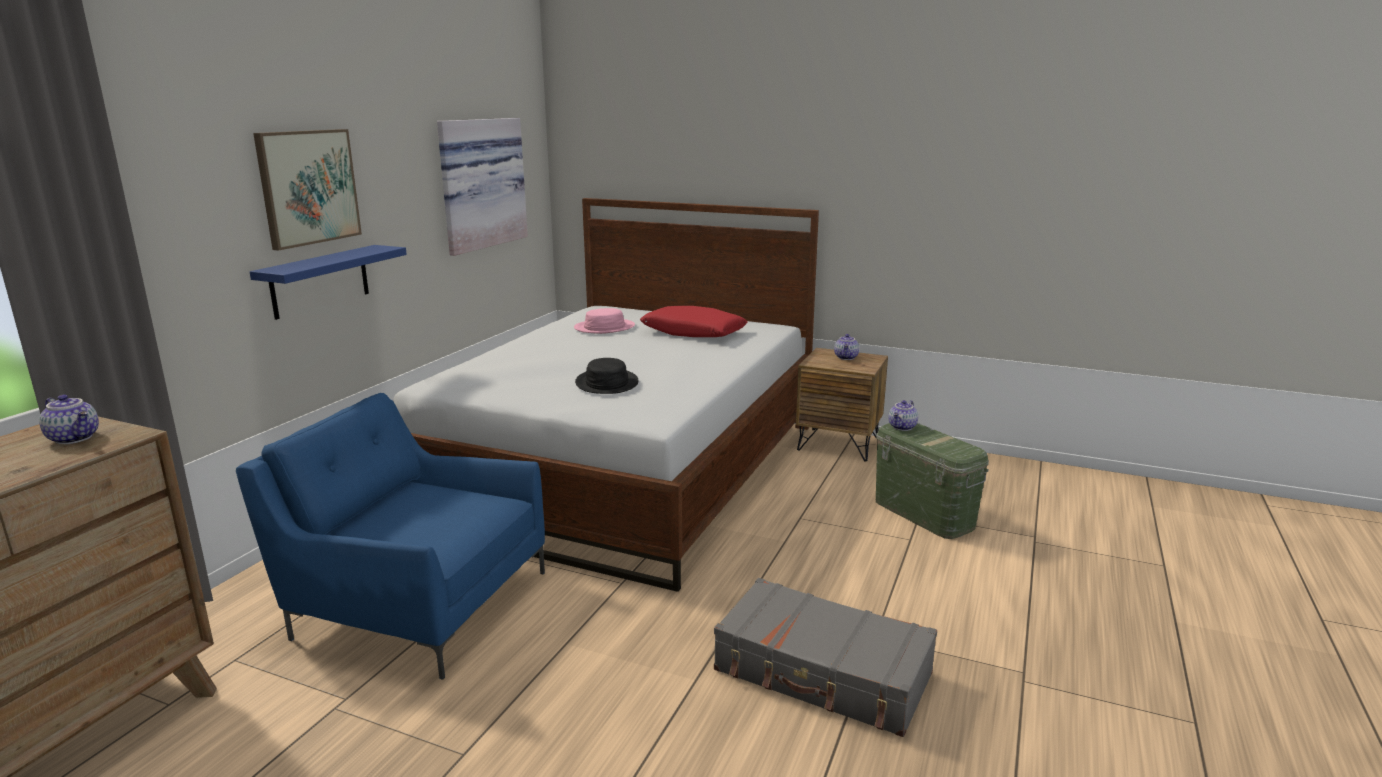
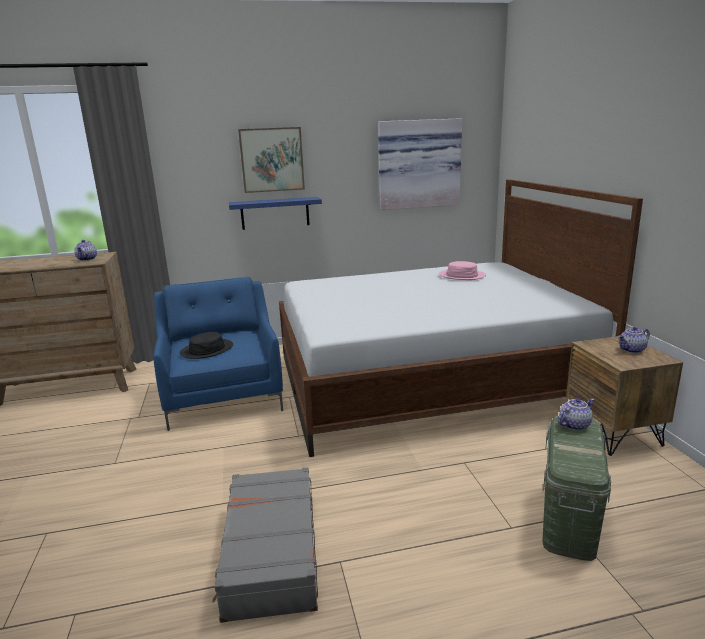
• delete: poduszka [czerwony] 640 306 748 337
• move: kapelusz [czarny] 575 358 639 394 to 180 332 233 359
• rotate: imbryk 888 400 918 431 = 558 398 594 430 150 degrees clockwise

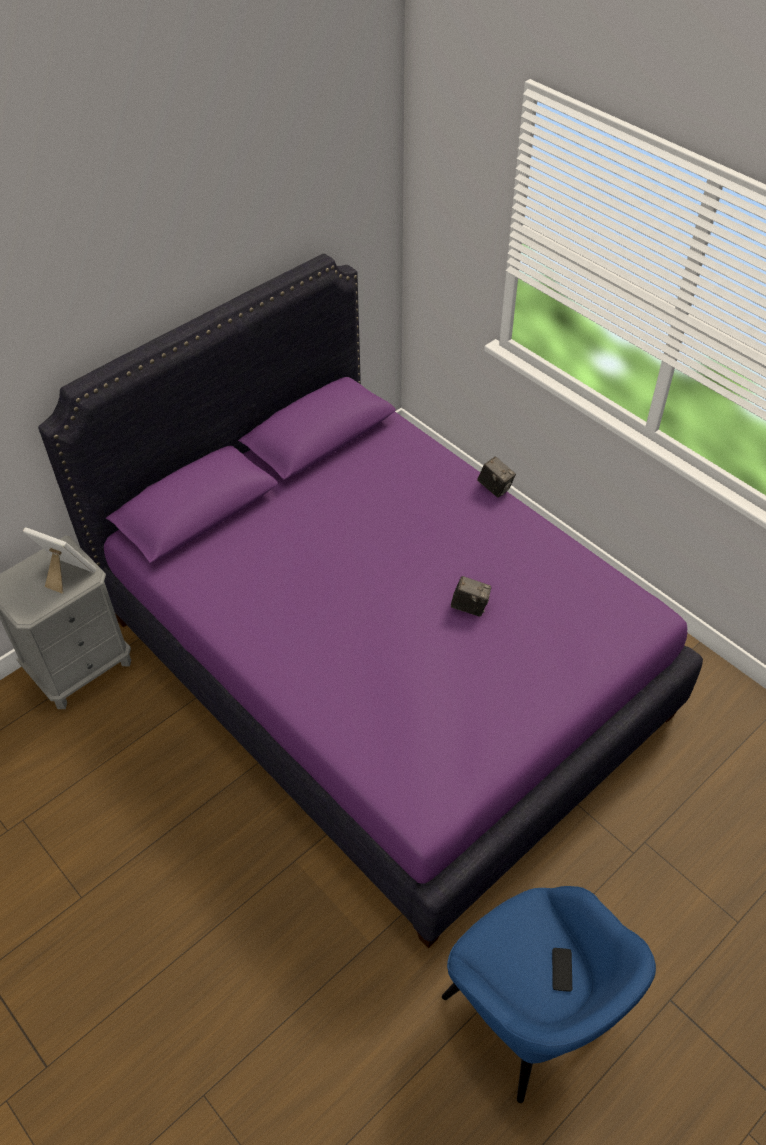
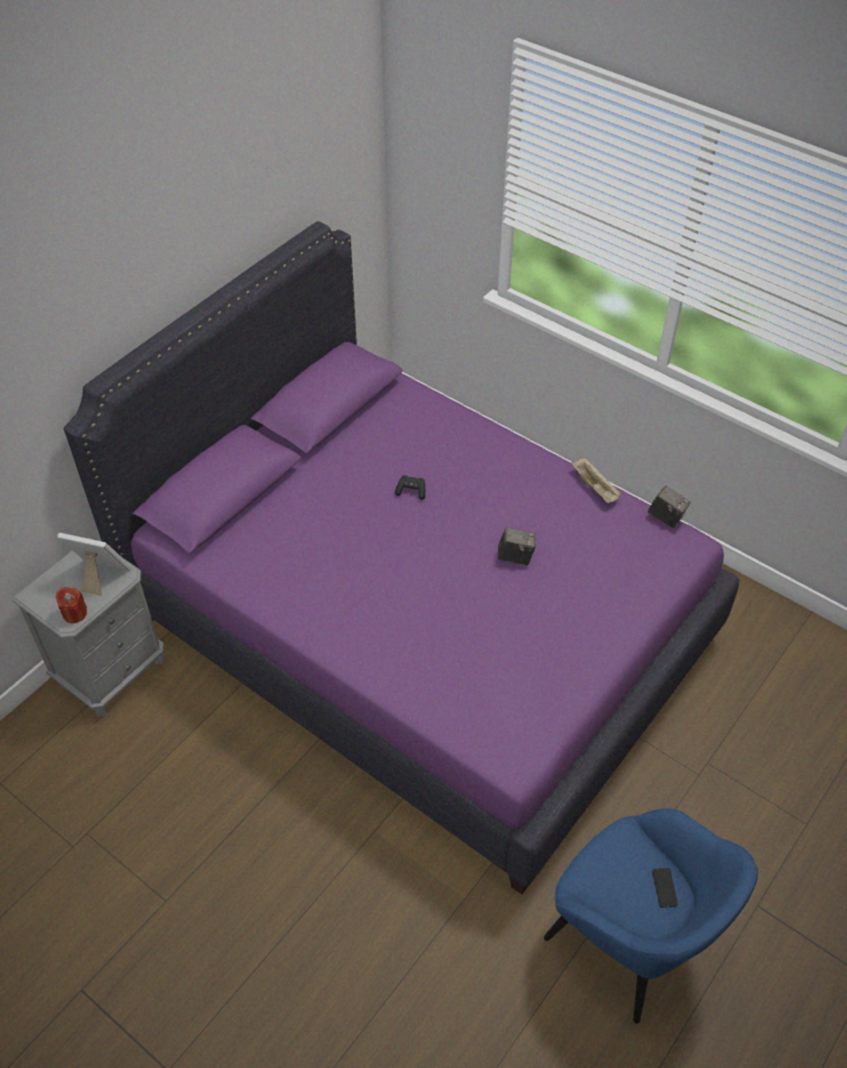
• move: aparat fotograficzny 477 457 516 498 to 648 486 691 528
• insert: taca [beżowy] 571 457 621 503
• insert: pad do gier [czarny] 395 475 425 500
• insert: świeca [czerwony] 56 587 87 623

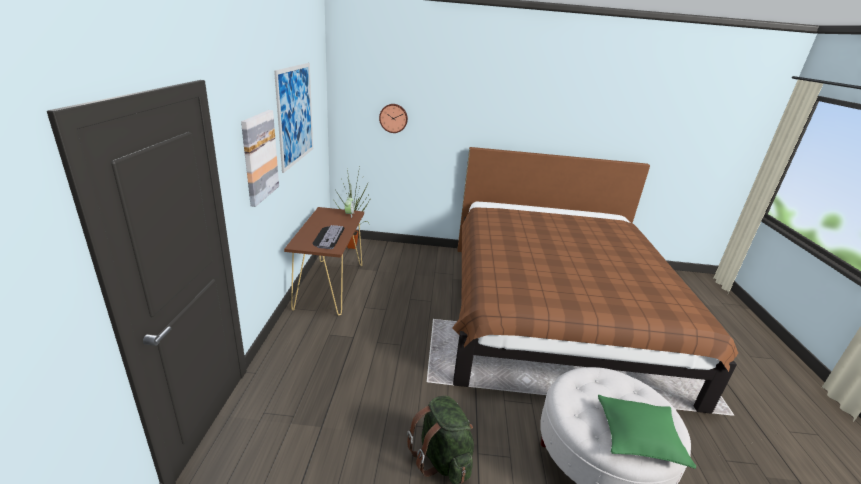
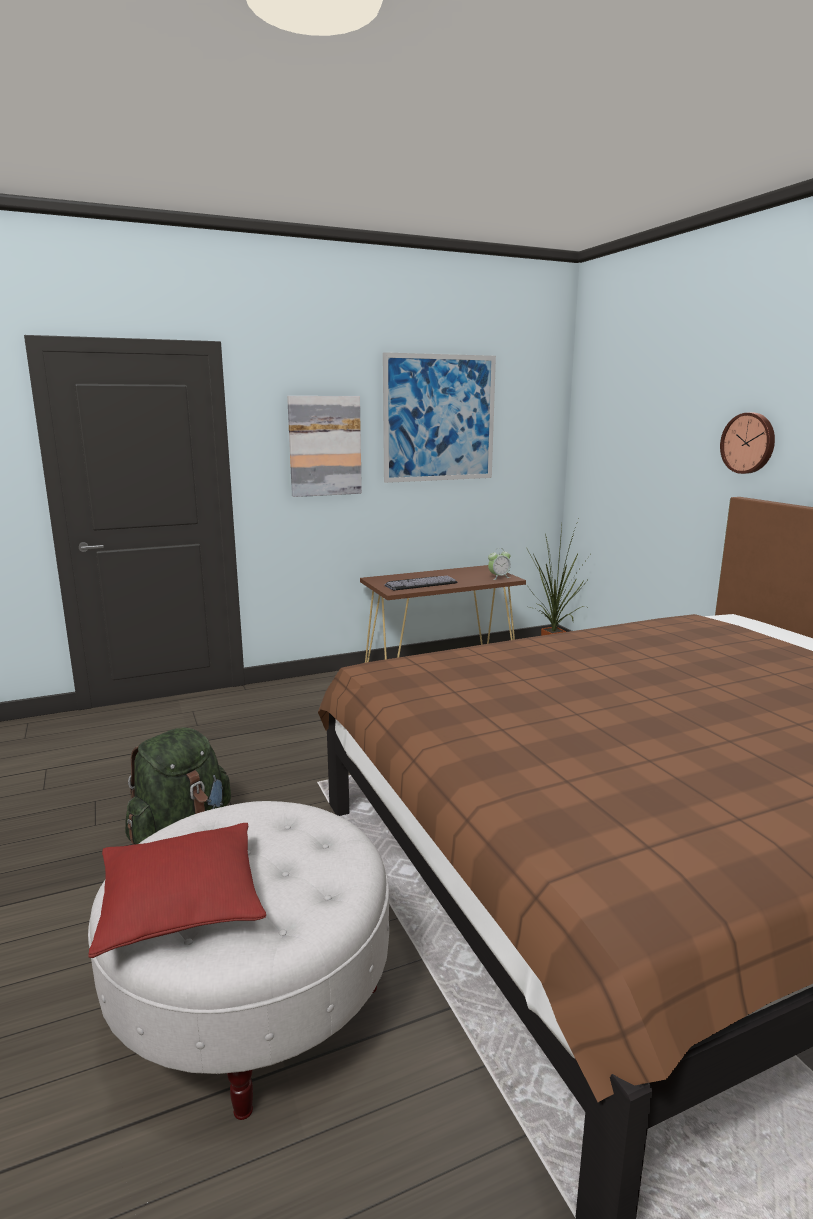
• move: zegar ścienny 379 104 408 133 to 720 413 775 474
• recolor: poduszka [zielony] 598 395 696 469 to poduszka [czerwony] 88 823 266 958

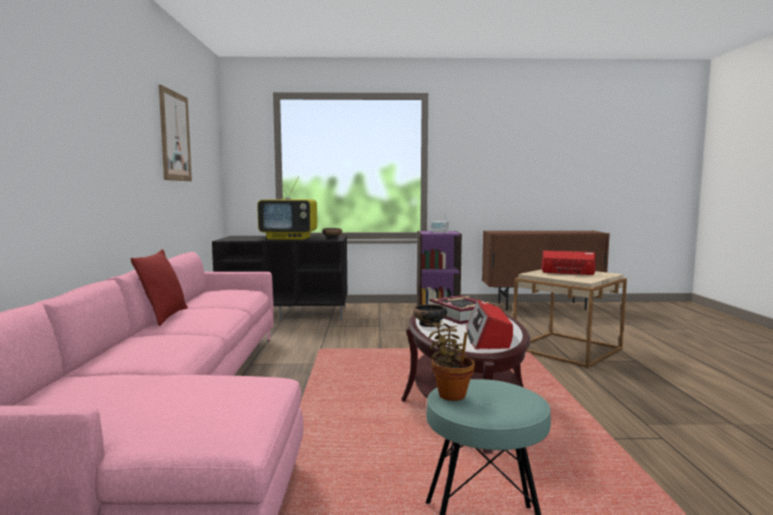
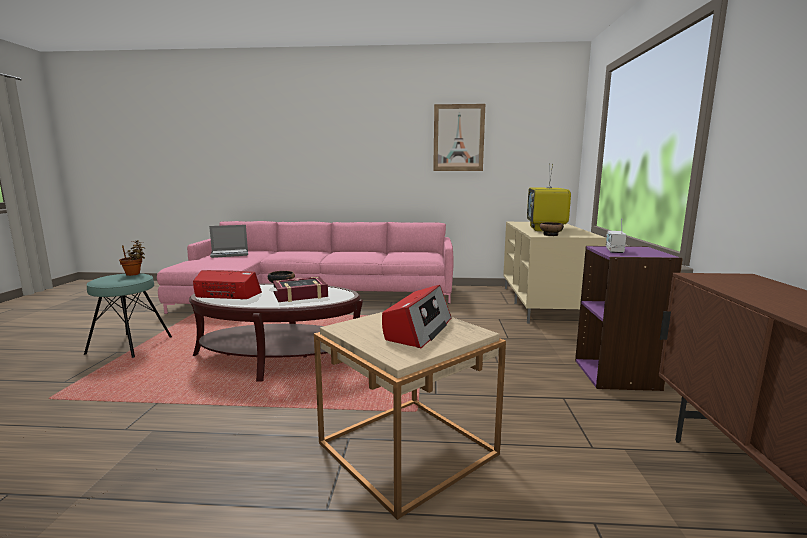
• recolor: szafka pod telewizor [czarny] 212 236 347 321 to szafka pod telewizor [beżowy] 503 222 606 324
• delete: poduszka [czerwony] 131 249 188 326
• insert: laptop 209 225 248 258

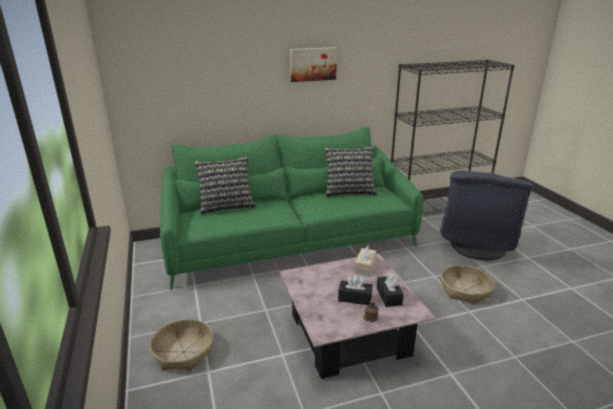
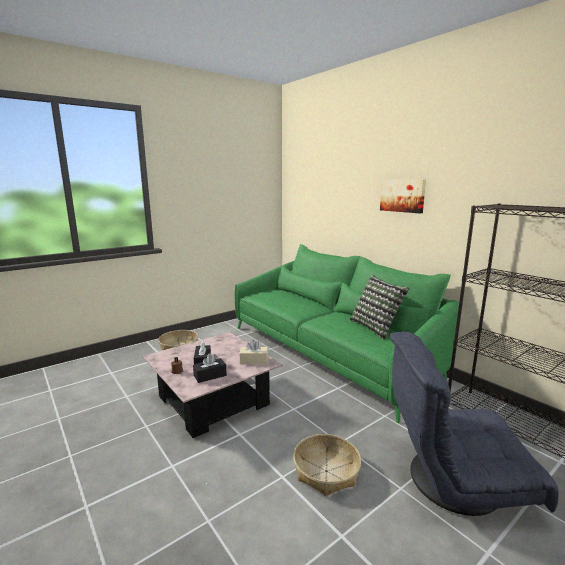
• delete: poduszka 195 156 256 215

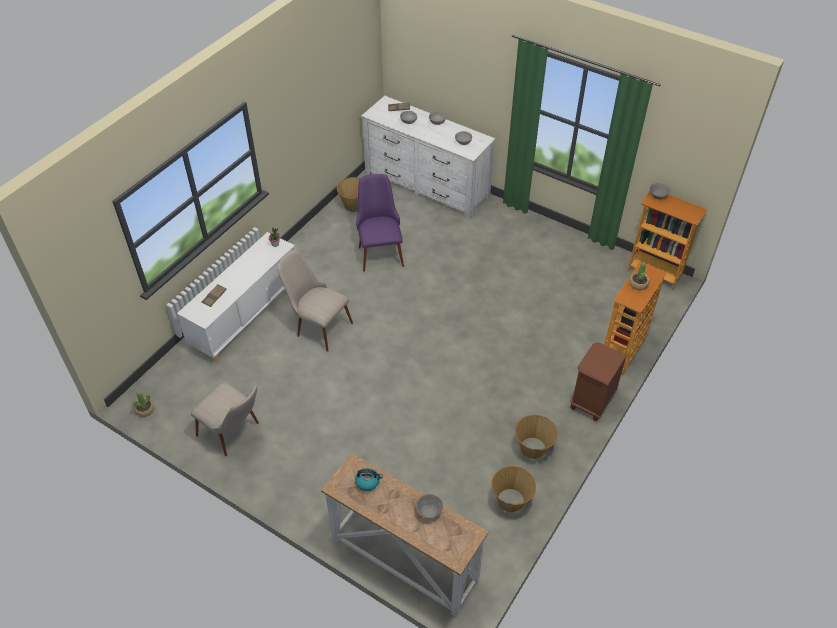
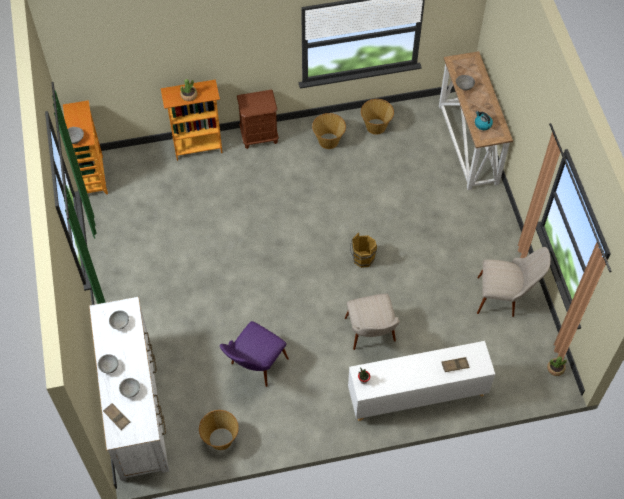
• rotate: krzesło [beżowy] 190 382 259 456 = 477 247 551 317 105 degrees clockwise
• insert: wiadro [brązowy] 350 232 377 268

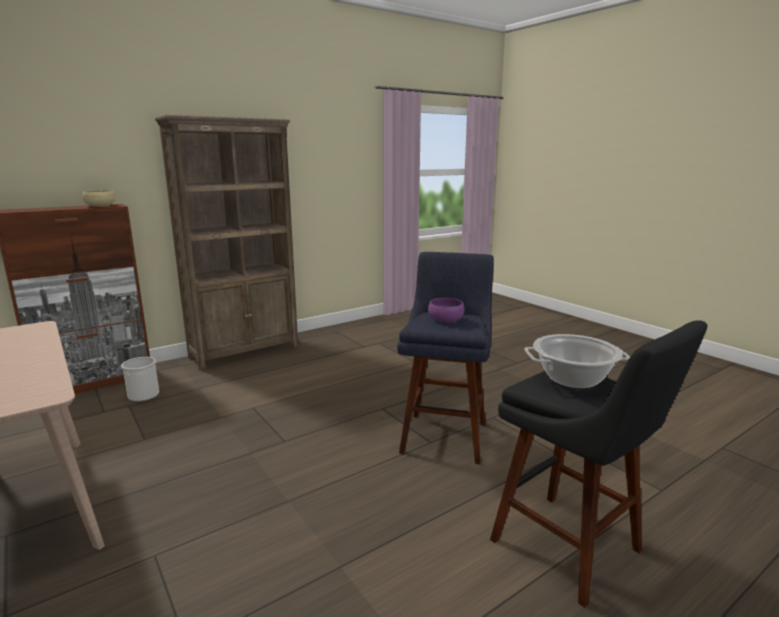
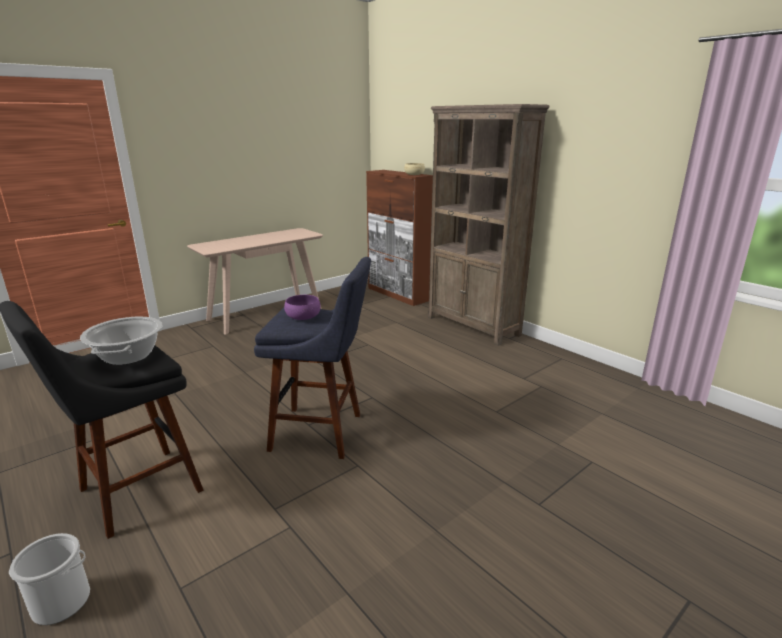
• move: wiadro 121 357 159 402 to 9 533 90 625

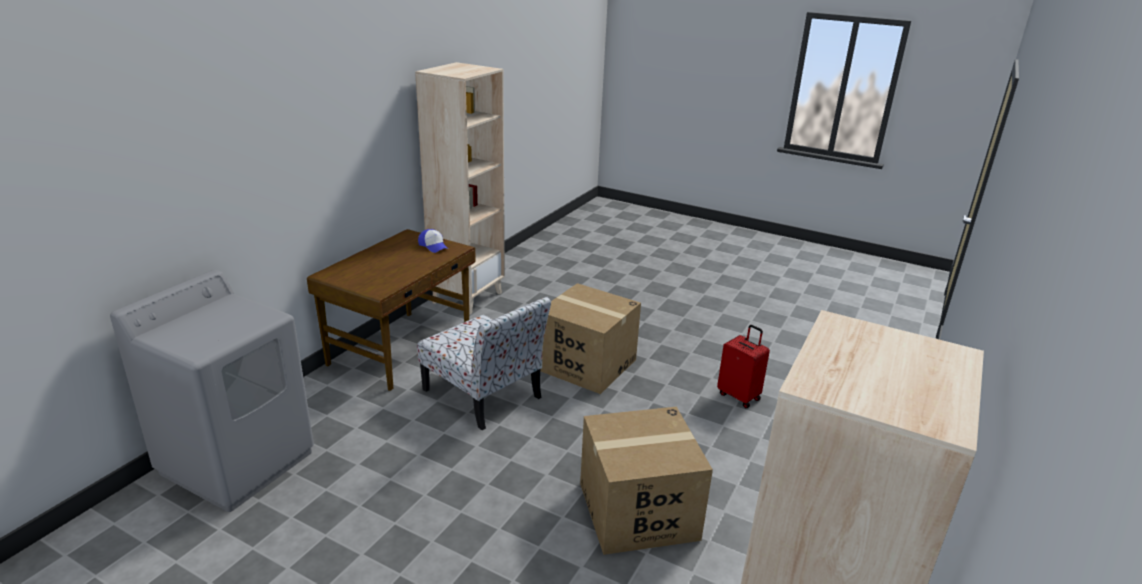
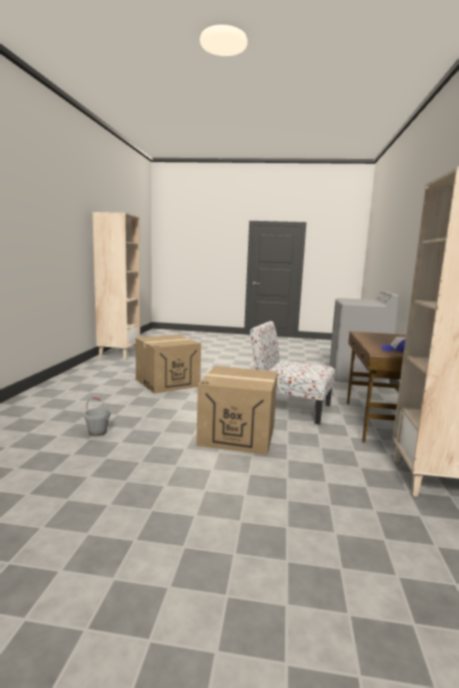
• replace: walizka [czerwony] 717 325 770 408 to wiadro [szary] 84 397 110 436

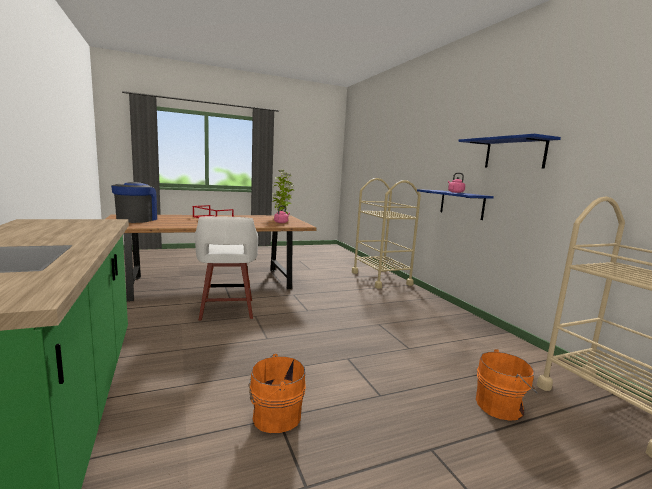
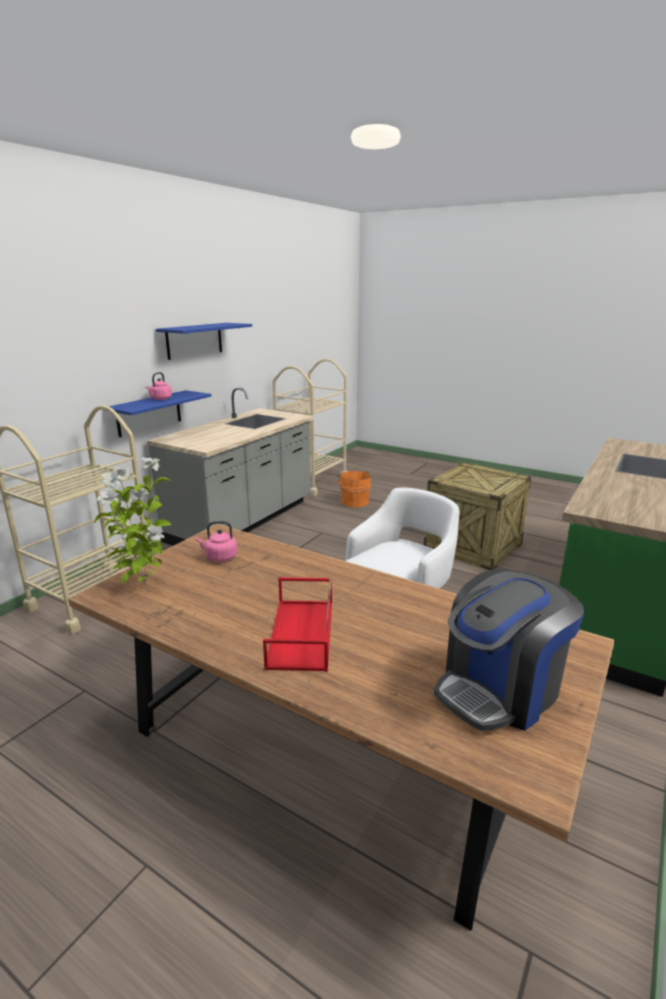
• replace: wiadro [pomarańczowy] 249 353 306 433 to skrzynka 424 462 532 570
• insert: zabudowa kuchenna [szary] 147 387 314 546

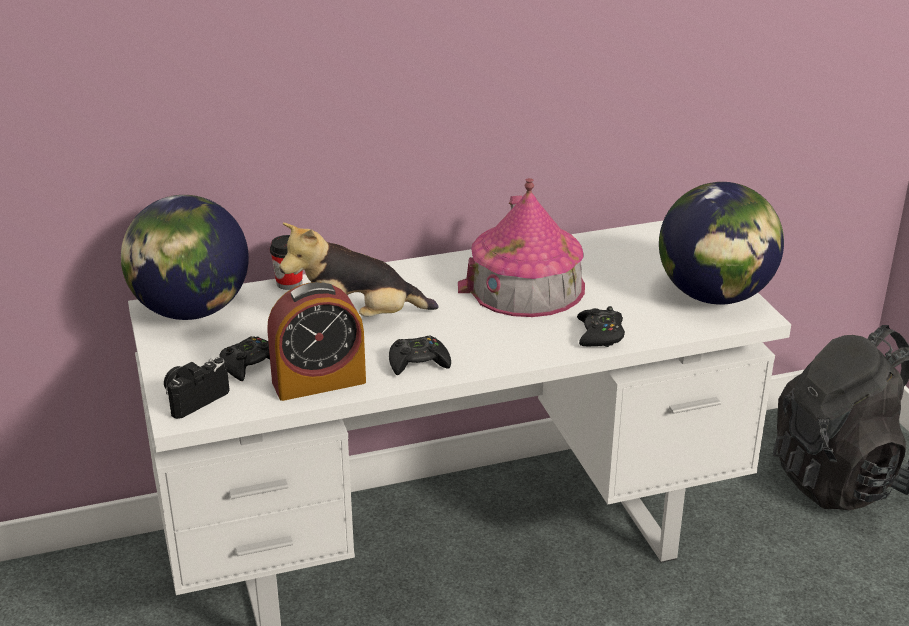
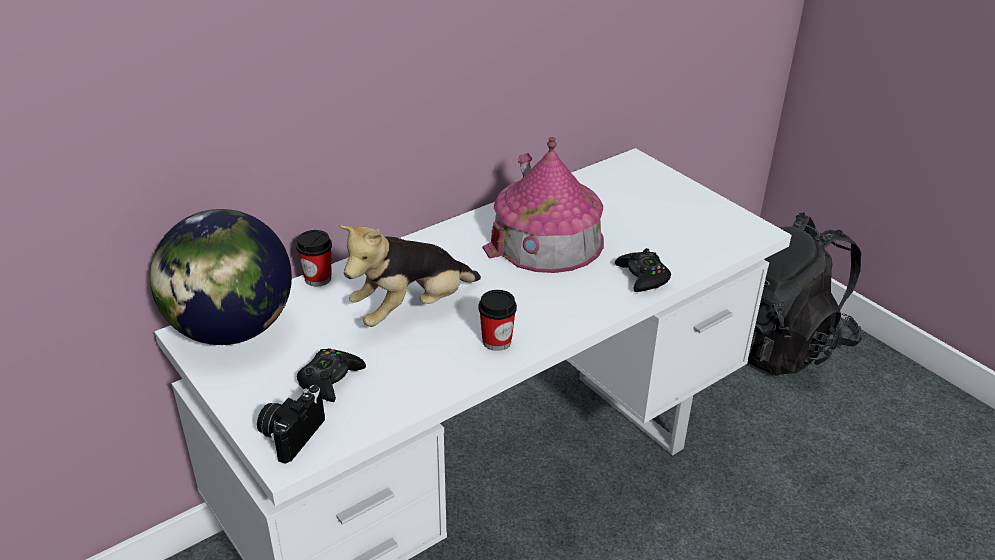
• delete: globus 659 182 784 305
• delete: budzik 267 282 366 401
• replace: pad do gier [czarny] 389 336 451 375 to filiżanka 479 290 517 351

